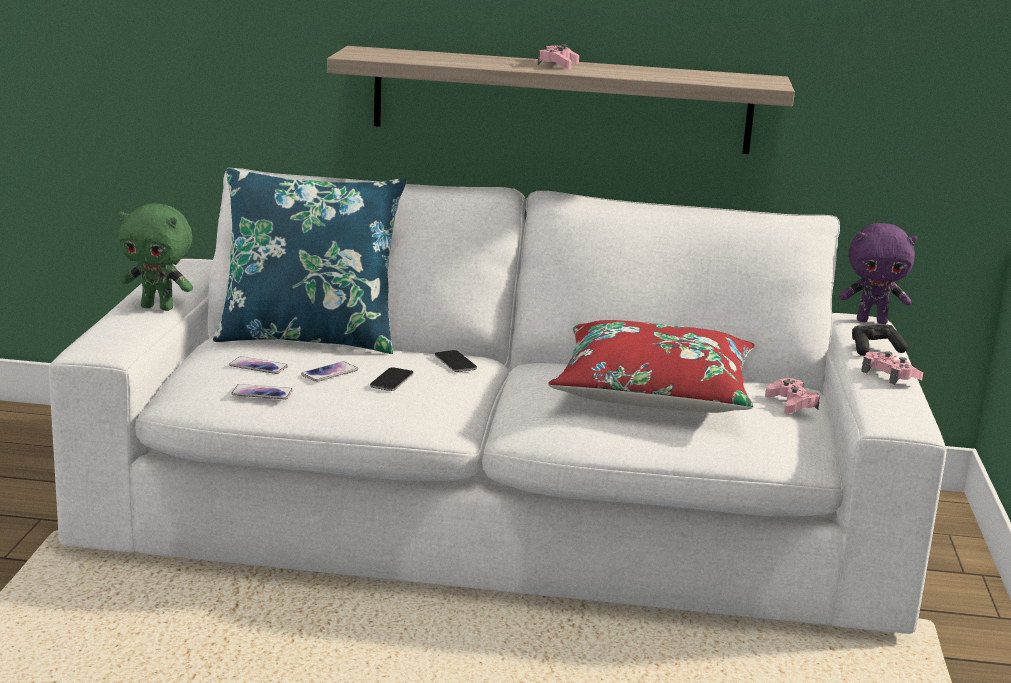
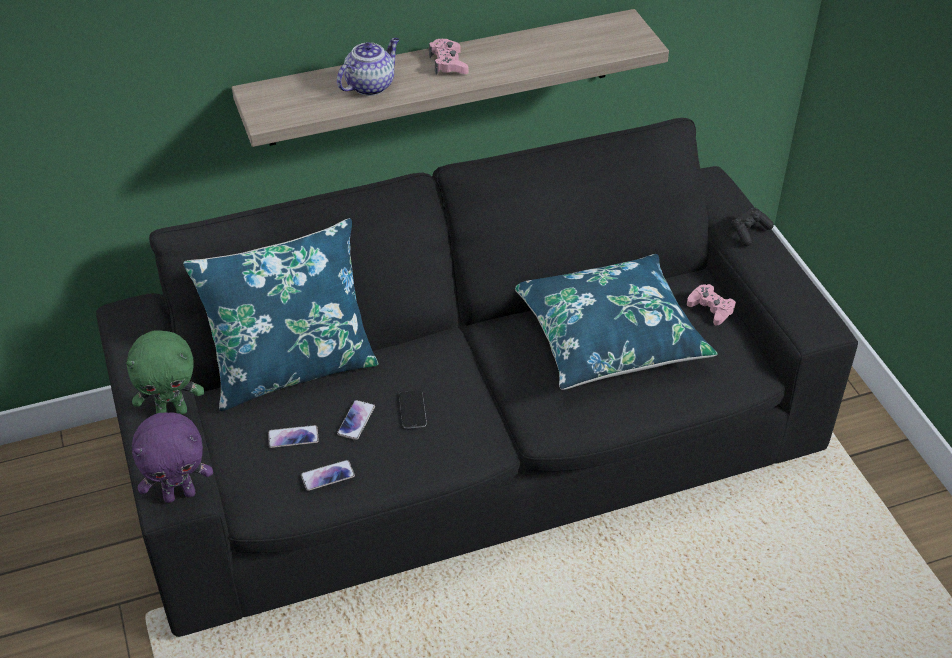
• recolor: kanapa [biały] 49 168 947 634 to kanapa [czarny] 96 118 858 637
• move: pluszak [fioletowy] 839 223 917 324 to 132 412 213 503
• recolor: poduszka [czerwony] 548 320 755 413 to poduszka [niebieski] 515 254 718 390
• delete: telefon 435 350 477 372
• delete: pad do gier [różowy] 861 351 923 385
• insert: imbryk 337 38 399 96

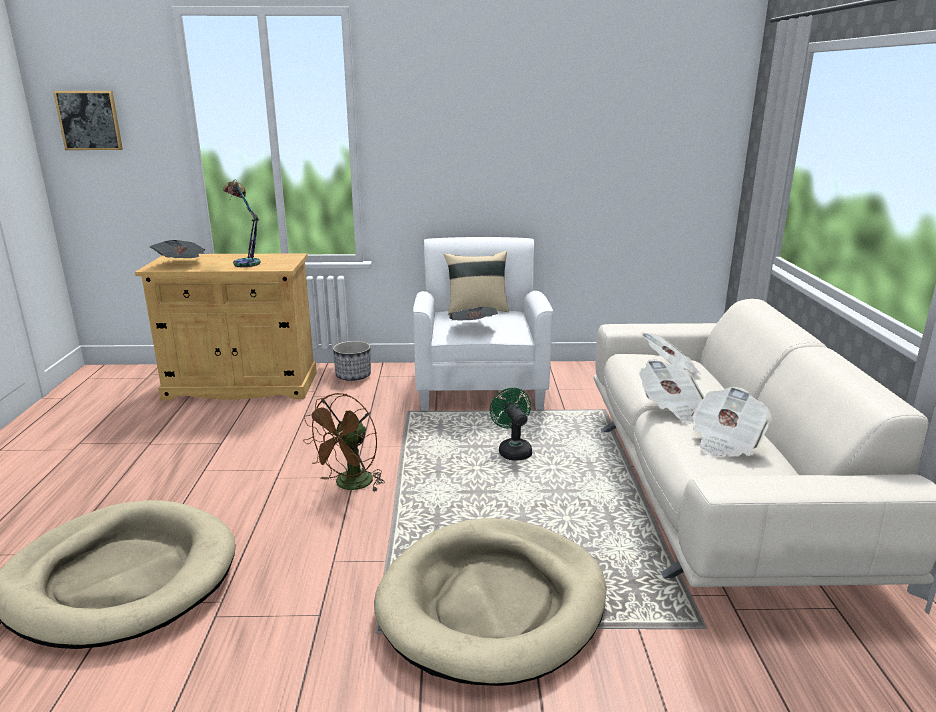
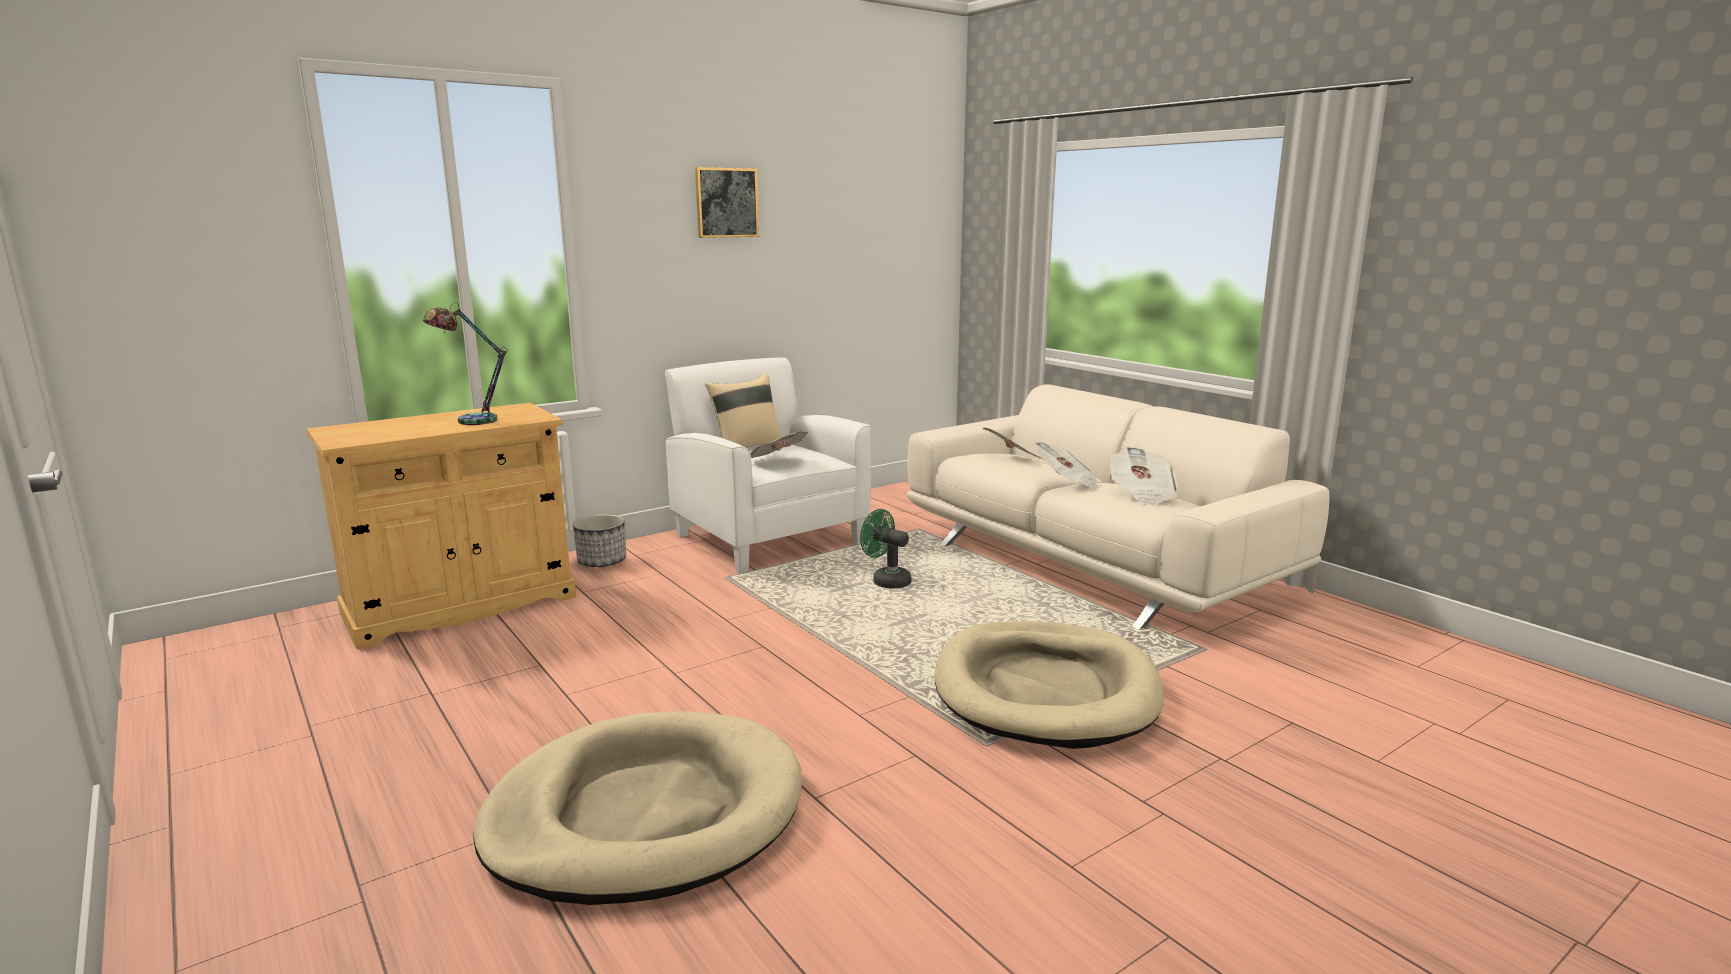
• move: obraz 53 91 123 150 to 695 167 759 238
• delete: gazeta 150 240 205 258
• delete: wentylator [brązowy] 303 393 385 492

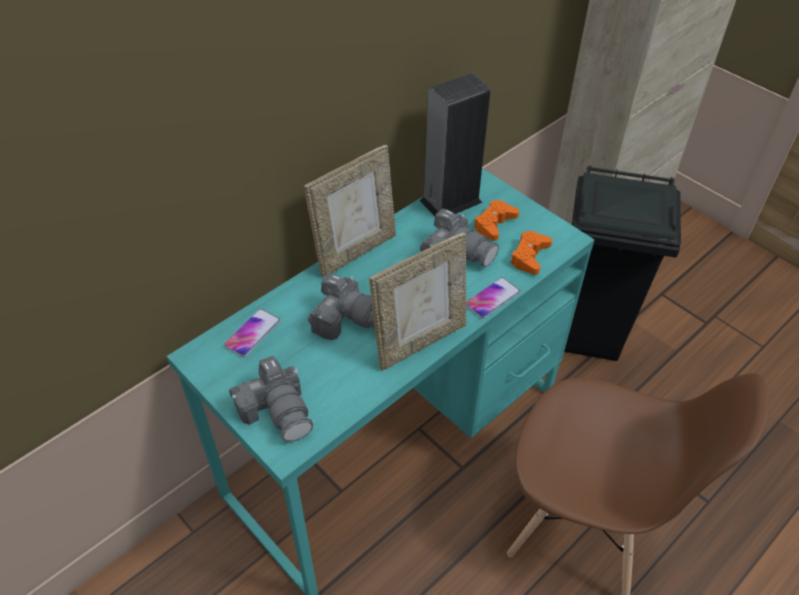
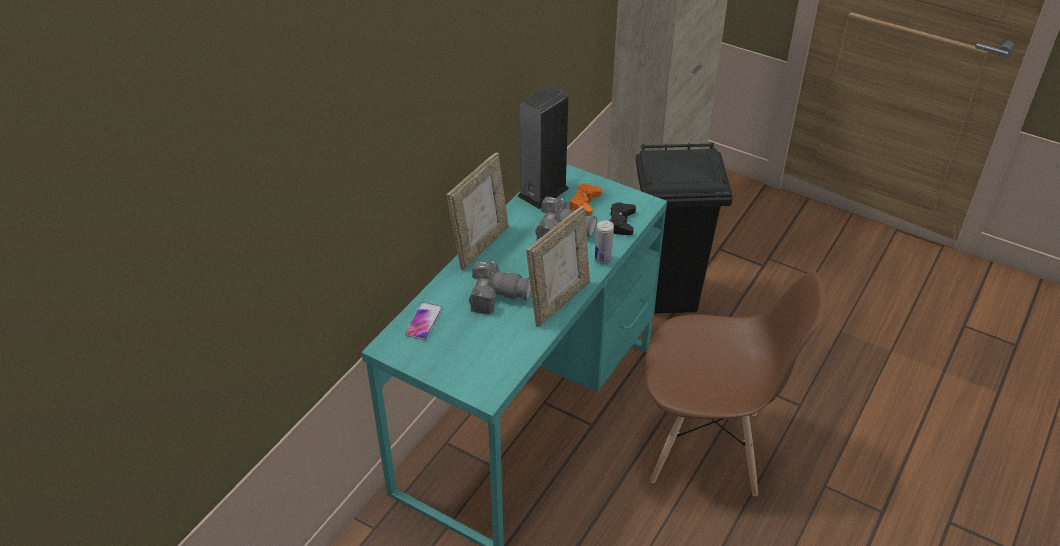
• recolor: pad do gier [pomarańczowy] 510 231 552 275 to pad do gier [czarny] 609 202 636 235
• replace: telefon 466 277 520 319 to puszka 595 220 614 264
• delete: aparat fotograficzny 229 356 313 442

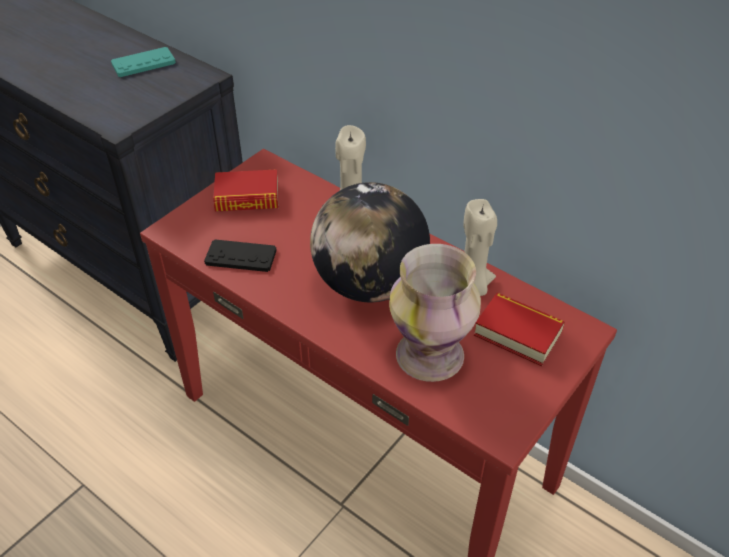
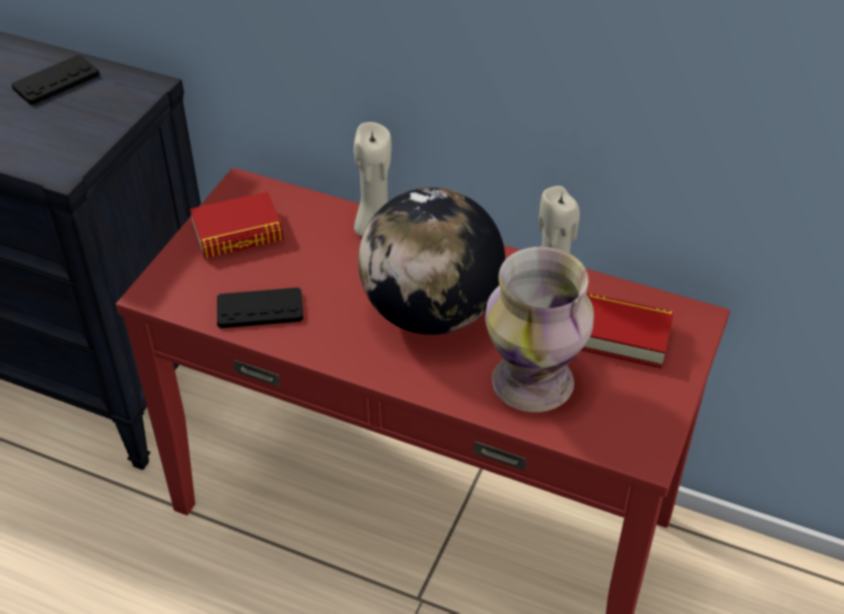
• recolor: pad do gier [turkusowy] 111 47 176 77 to pad do gier [czarny] 11 55 99 105

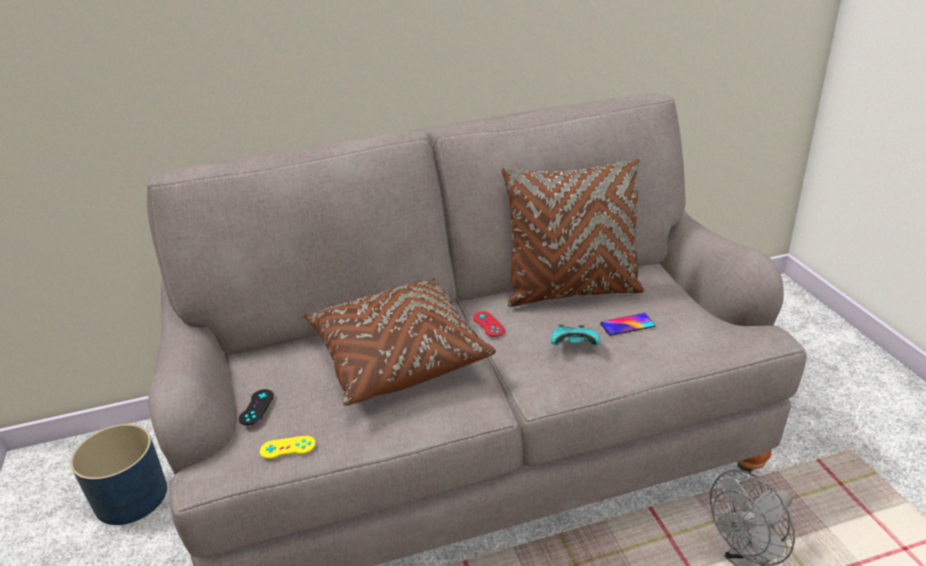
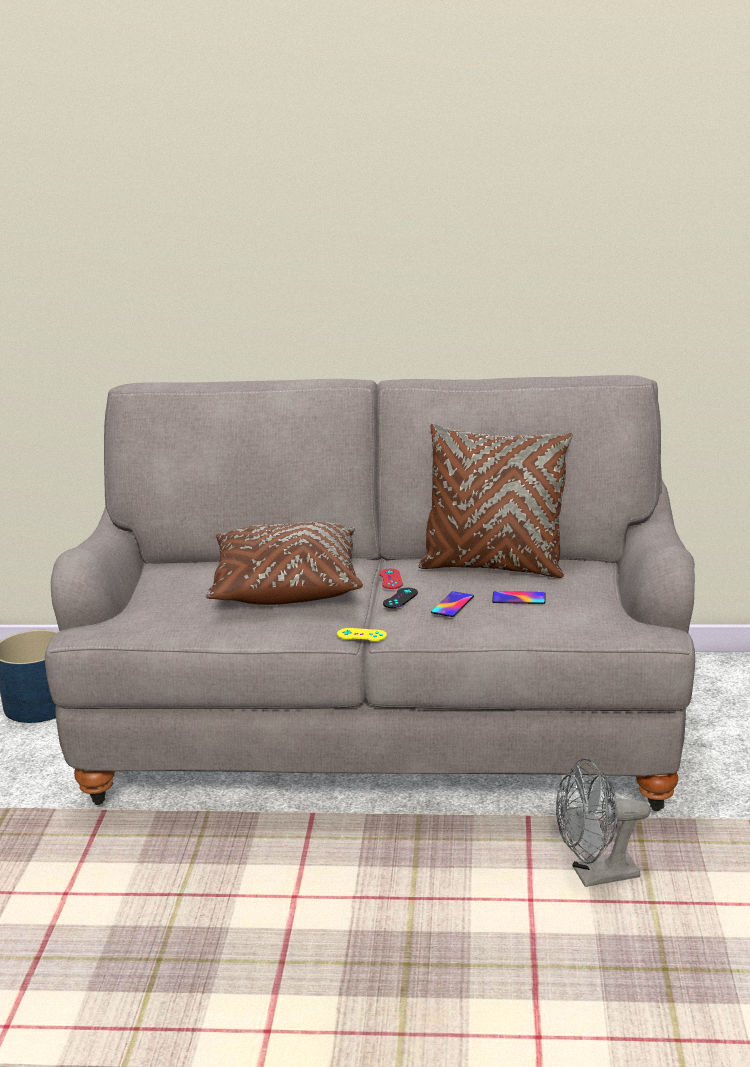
• replace: pad do gier [turkusowy] 551 325 600 346 to telefon 431 591 474 617
• move: pad do gier [czarny] 239 389 274 425 to 383 588 418 608
• move: pad do gier [żółty] 260 436 316 459 to 337 628 387 641

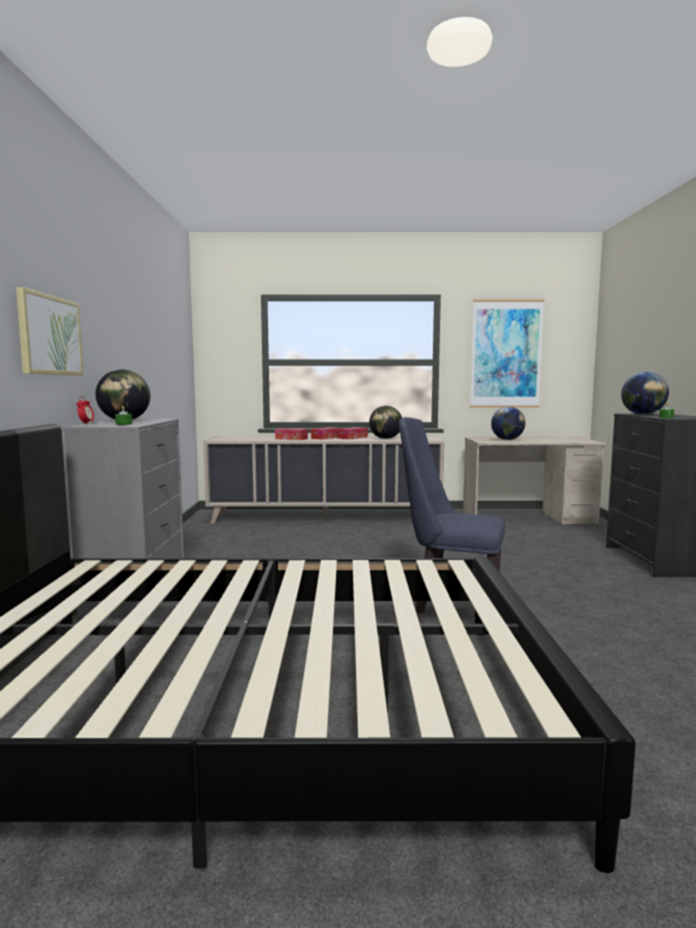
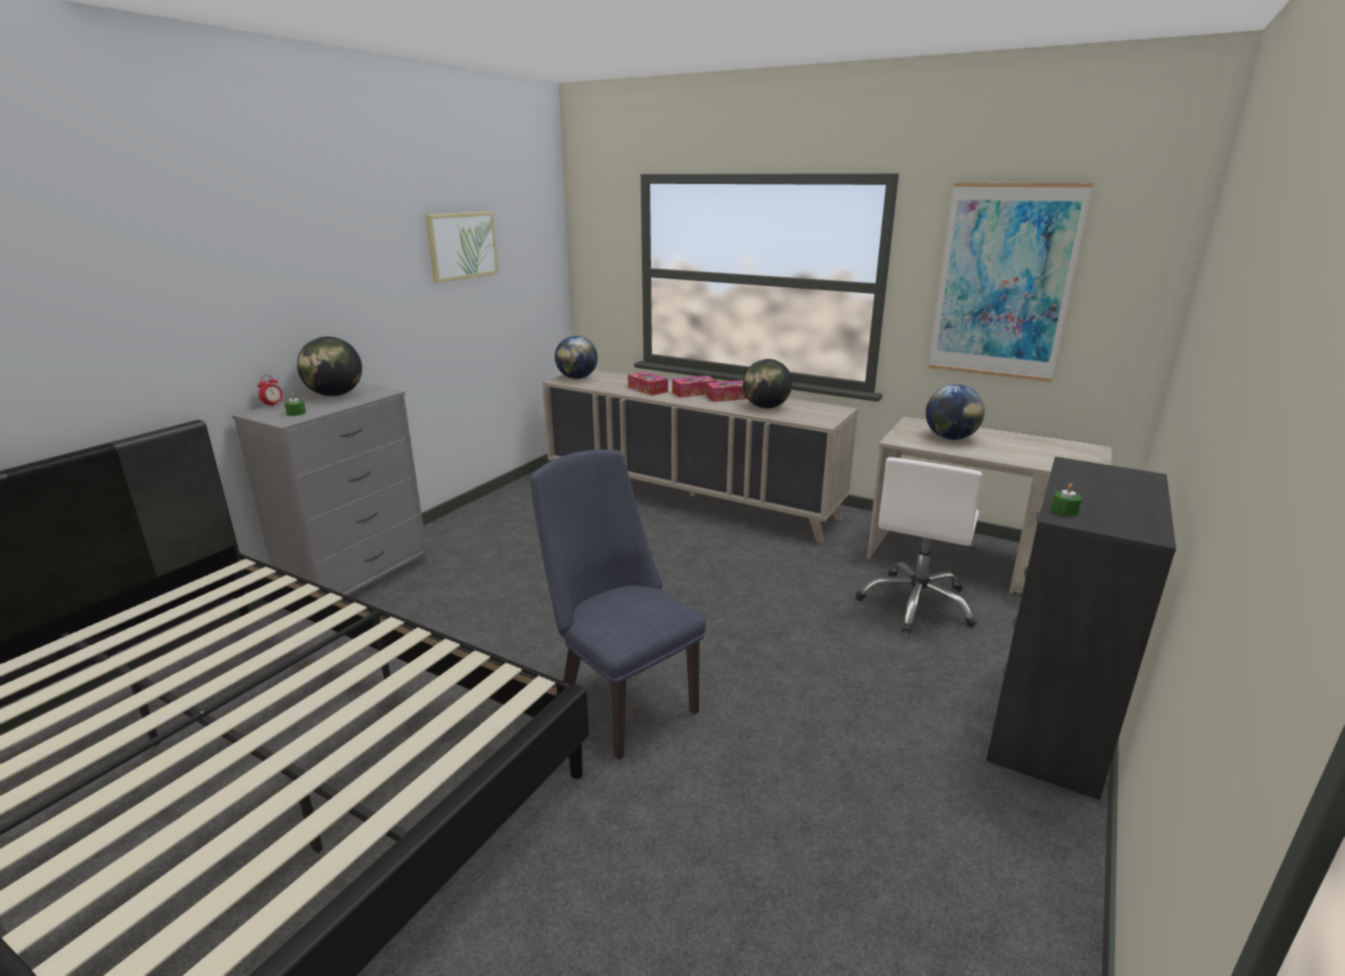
• move: obraz 16 287 83 375 to 425 211 499 283
• move: globus 621 372 669 415 to 555 336 598 379
• insert: krzesło biurowe [biały] 856 457 982 634

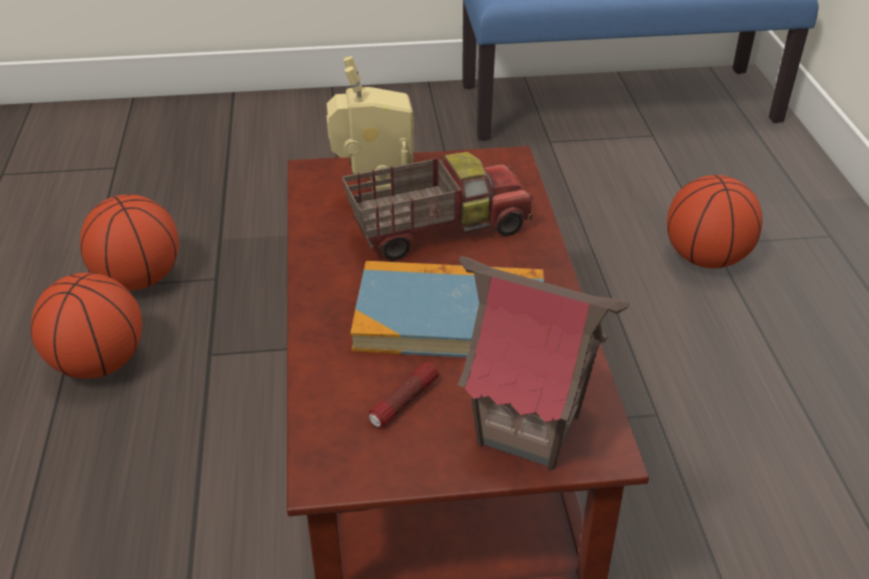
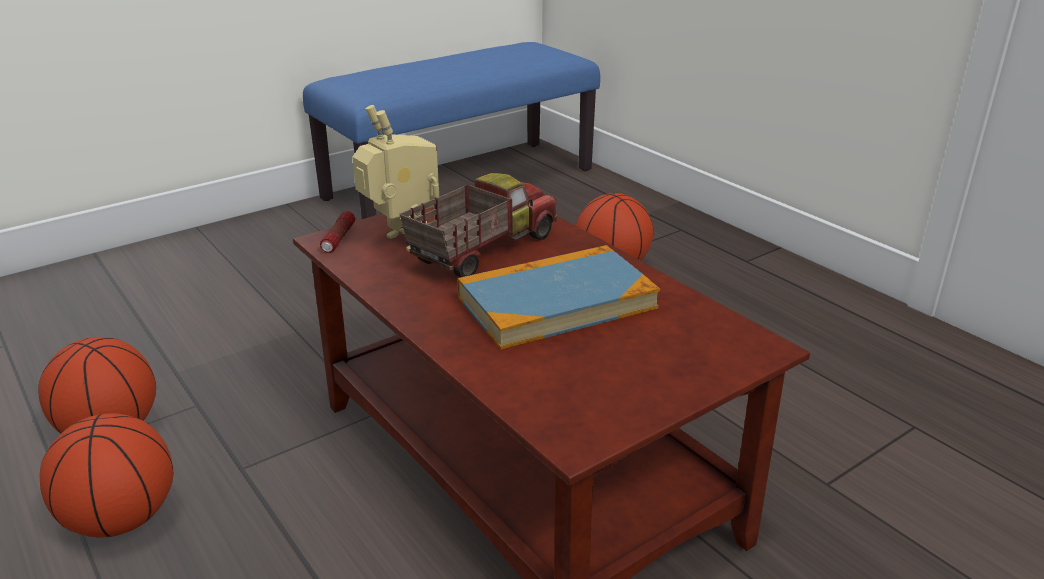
• delete: domek 458 256 629 470
• move: latarka 369 362 439 427 to 320 211 355 253

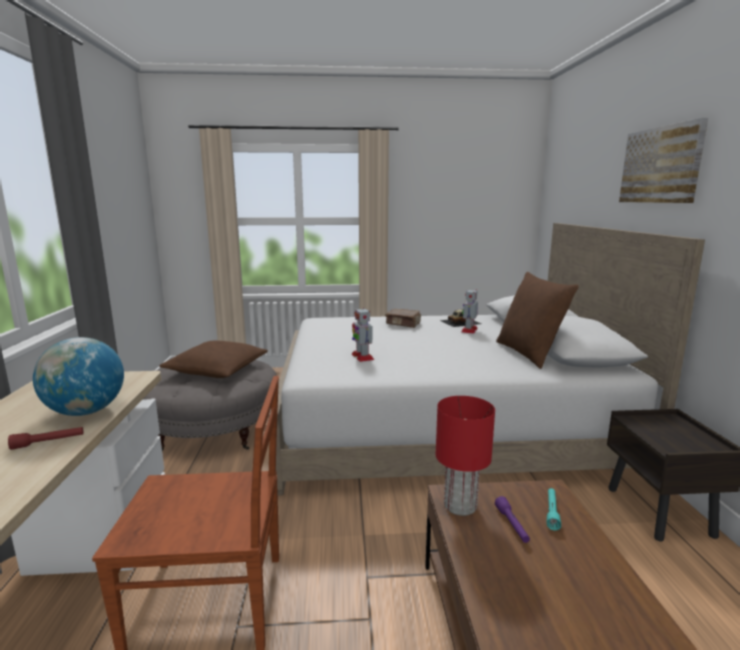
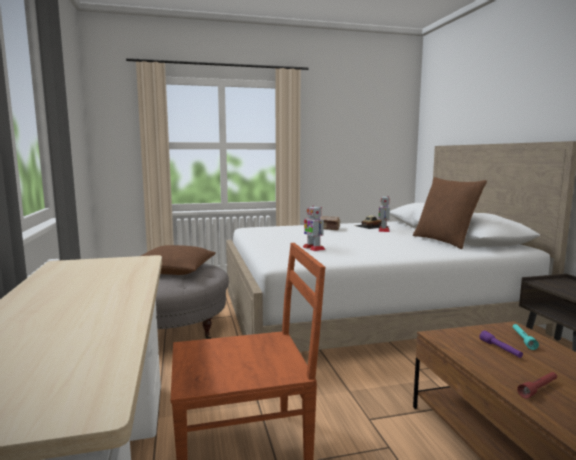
• delete: obraz 619 118 708 203
• delete: globus 33 337 124 416
• delete: lampa stołowa [czerwony] 436 396 495 516
• move: latarka [czerwony] 8 427 83 450 to 517 372 557 399

